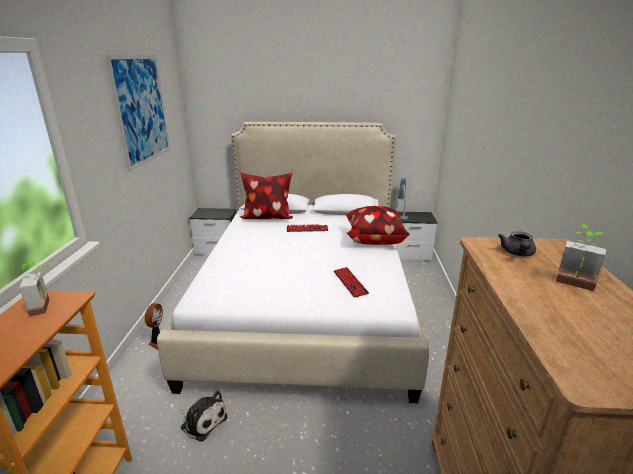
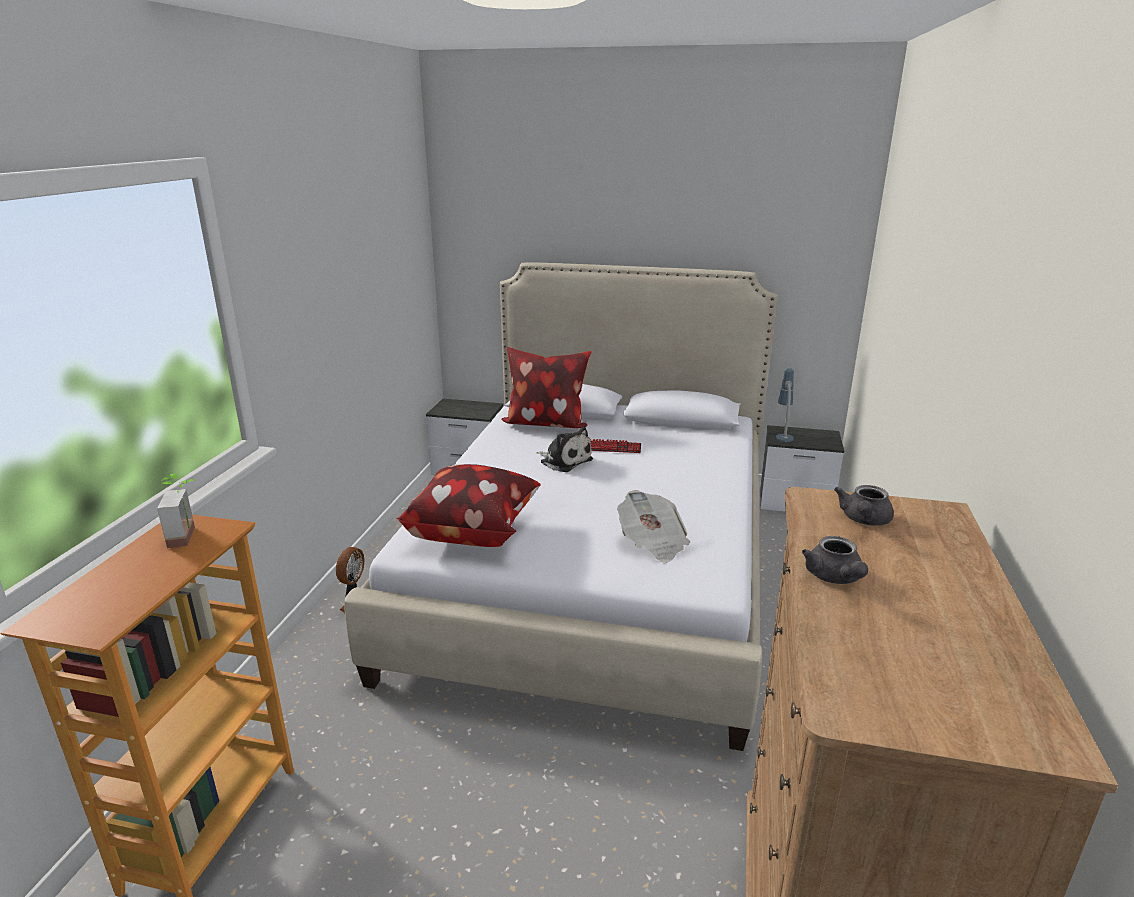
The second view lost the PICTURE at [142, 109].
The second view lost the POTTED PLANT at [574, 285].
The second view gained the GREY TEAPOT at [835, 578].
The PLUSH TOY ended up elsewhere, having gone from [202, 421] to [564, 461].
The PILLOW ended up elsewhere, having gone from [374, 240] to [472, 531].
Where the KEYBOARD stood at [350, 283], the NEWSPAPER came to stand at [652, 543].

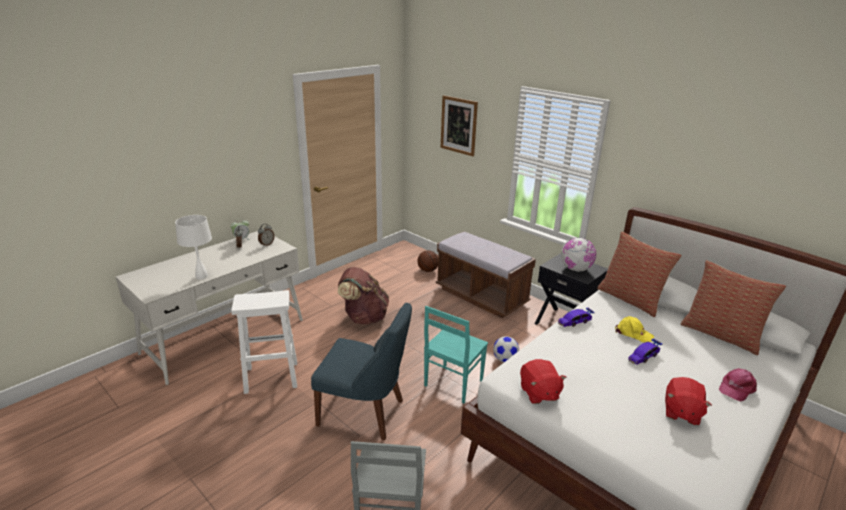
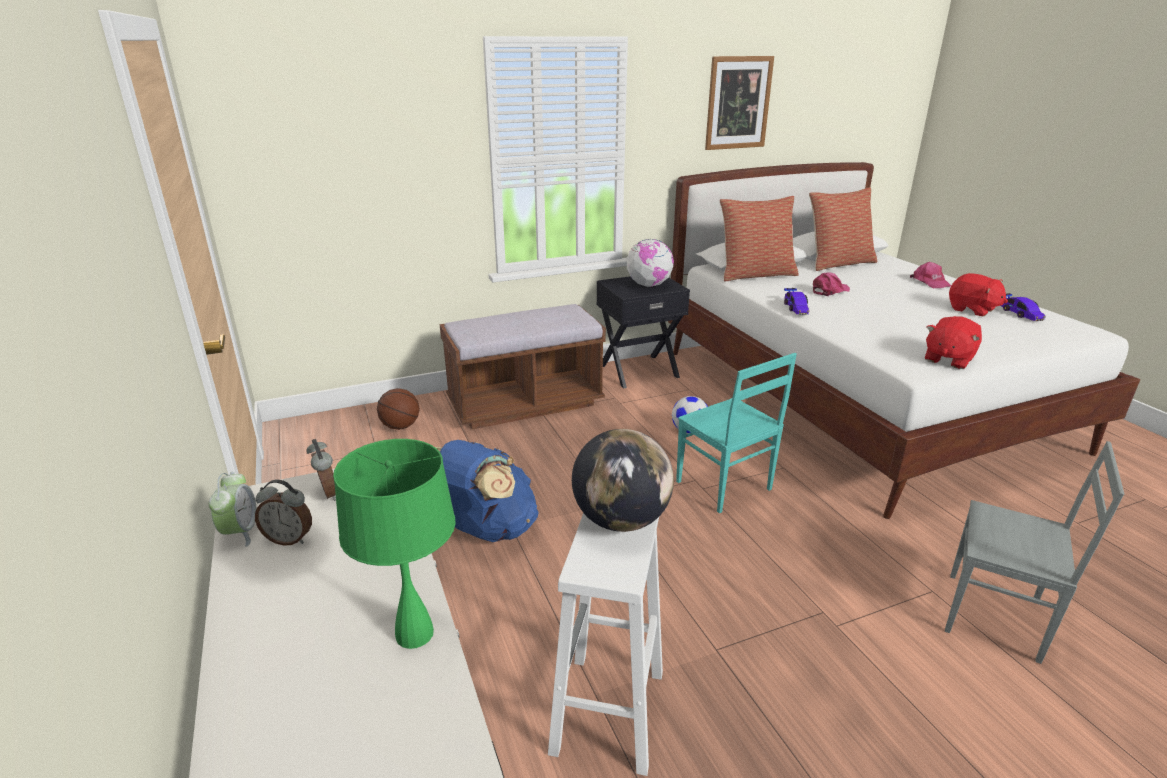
The second view lost the BLUE CHAIR at [365, 413].
The second view gained the GLOBE at [621, 520].
The PICTURE ended up elsewhere, having gone from [458, 125] to [738, 103].
The TOY CAR ended up elsewhere, having gone from [643, 356] to [1020, 314].
What was the WHITE TABLE LAMP at [201, 276] turned into the GREEN TABLE LAMP at [413, 634].
What was the BROWN BACKPACK at [364, 317] turned into the BLUE BACKPACK at [485, 530].
What was the YELLOW CAP at [633, 333] turned into the PINK CAP at [829, 291].
The RED PLUSH TOY at [539, 393] ended up facing another way, 120 degrees clockwise from before.

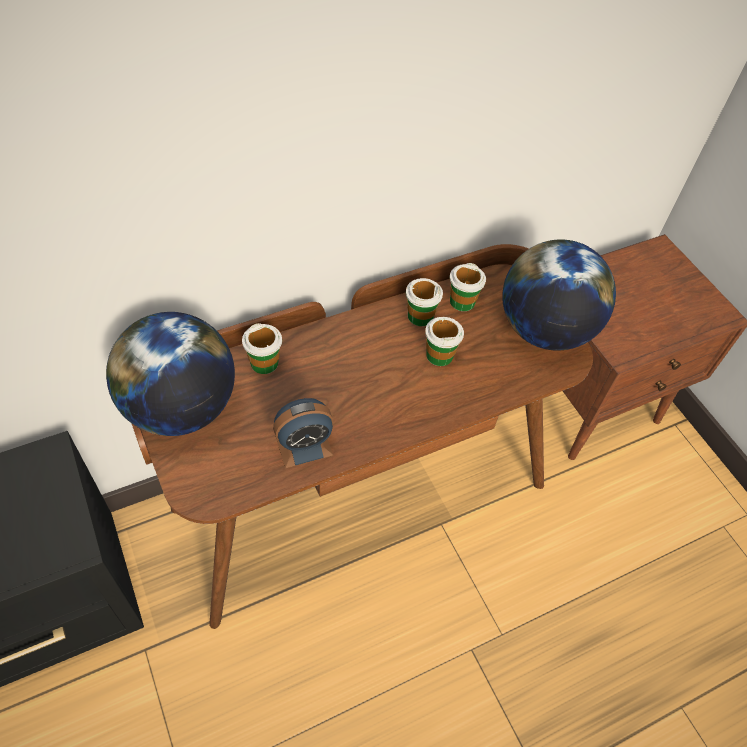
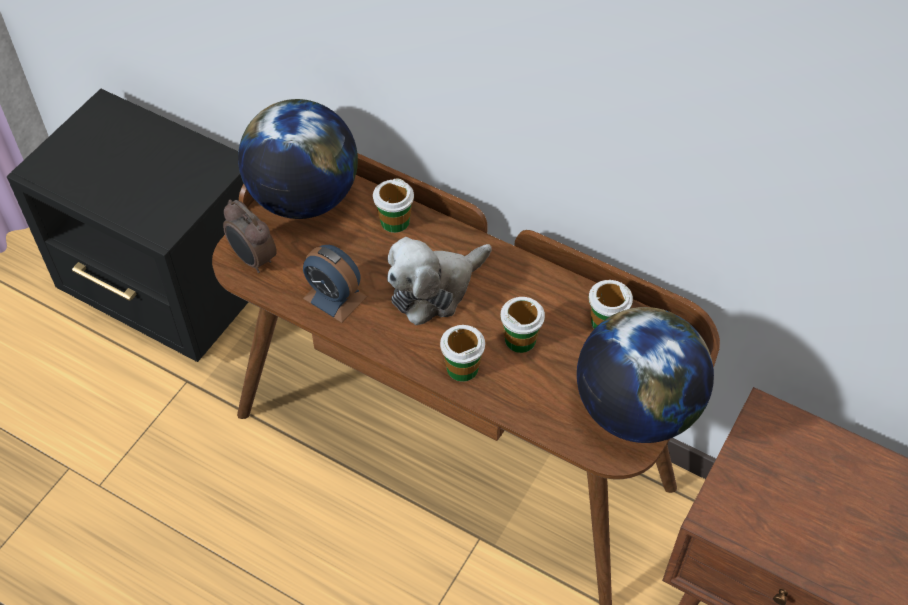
The second view gained the ALARM CLOCK at [253, 259].
The second view gained the PLUSH TOY at [435, 289].
The CUP ended up elsewhere, having gone from [420, 316] to [462, 368].

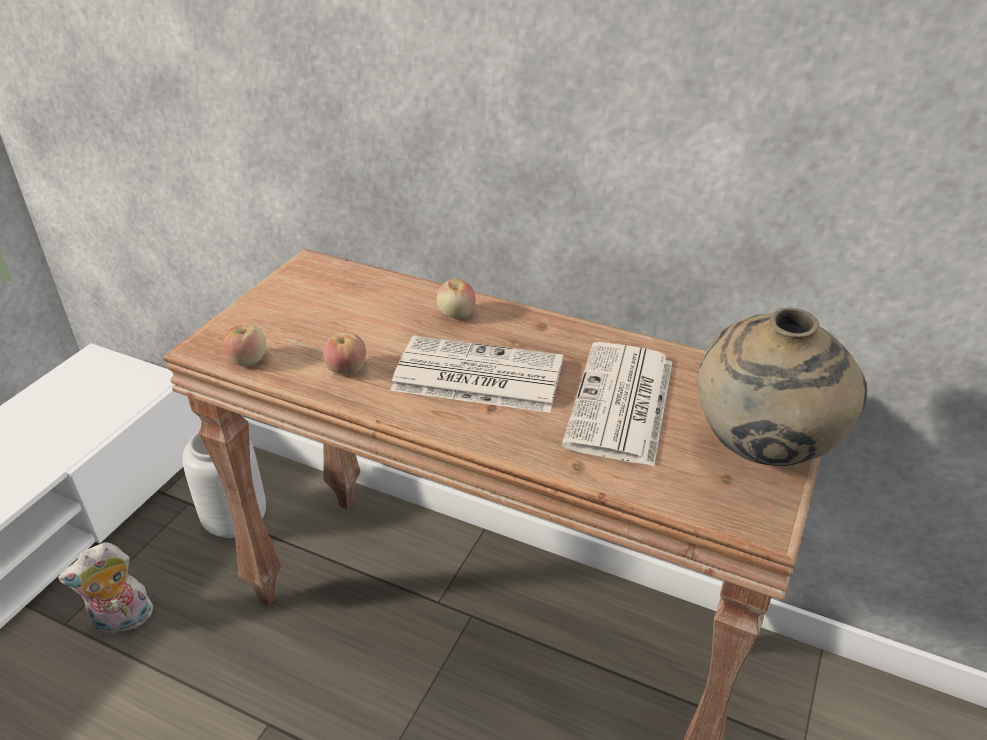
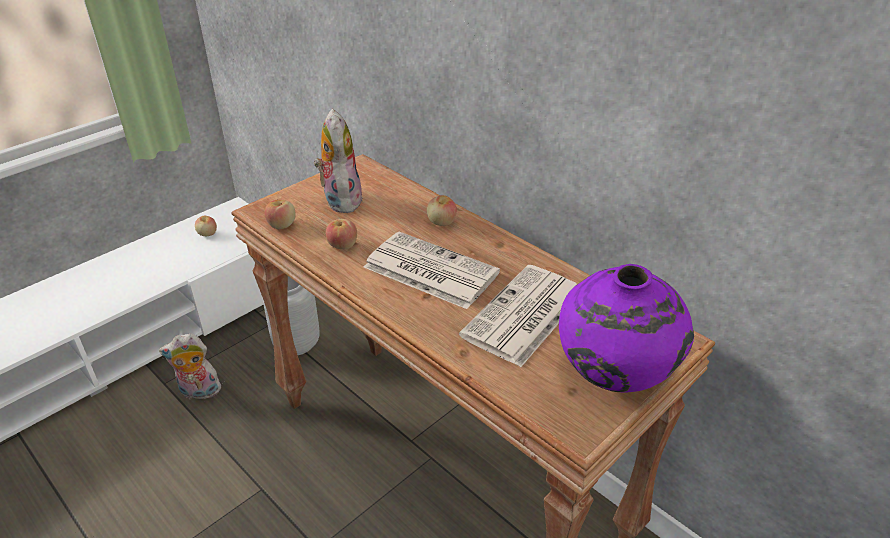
The second view gained the APPLE at [207, 234].
The second view gained the PLUSH TOY at [340, 200].
What was the BEIGE VASE at [762, 452] turned into the PURPLE VASE at [614, 378].

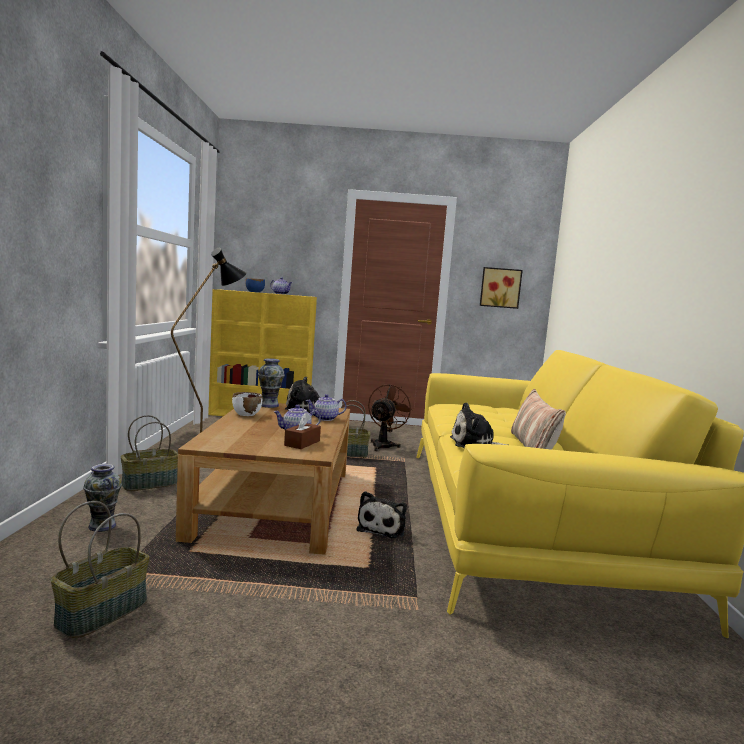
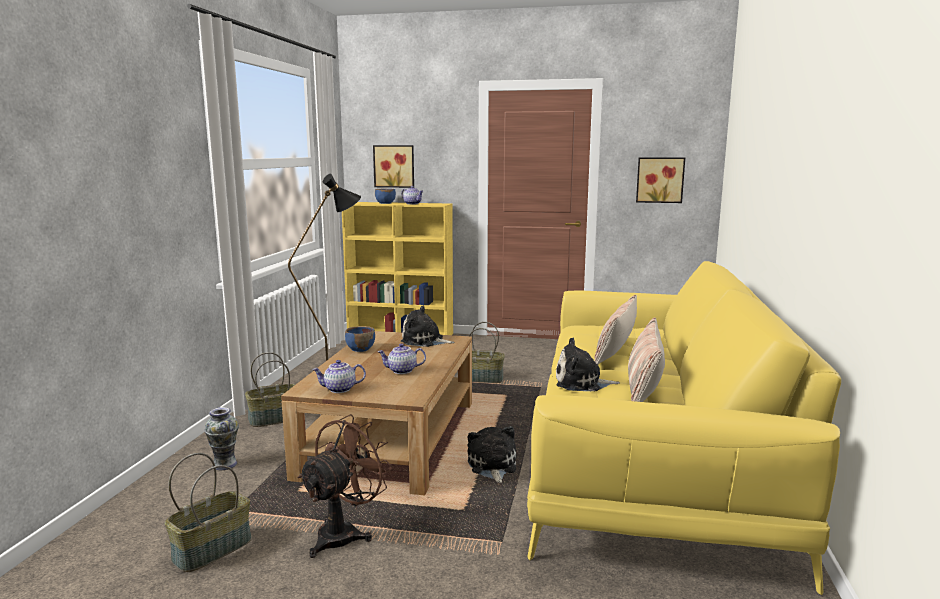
The second view lost the VASE at [269, 405].
The second view lost the BROWN TISSUE BOX at [302, 443].
The second view gained the PICTURE at [394, 166].
The second view gained the PILLOW at [616, 350].
The TEAPOT ended up elsewhere, having gone from [325, 419] to [339, 389].
The BROWN FAN ended up elsewhere, having gone from [384, 445] to [344, 533].
What was the WHITE BOWL at [246, 414] turned into the BLUE BOWL at [360, 349].
The PLUSH TOY at [383, 528] ended up facing another way, 150 degrees clockwise from before.

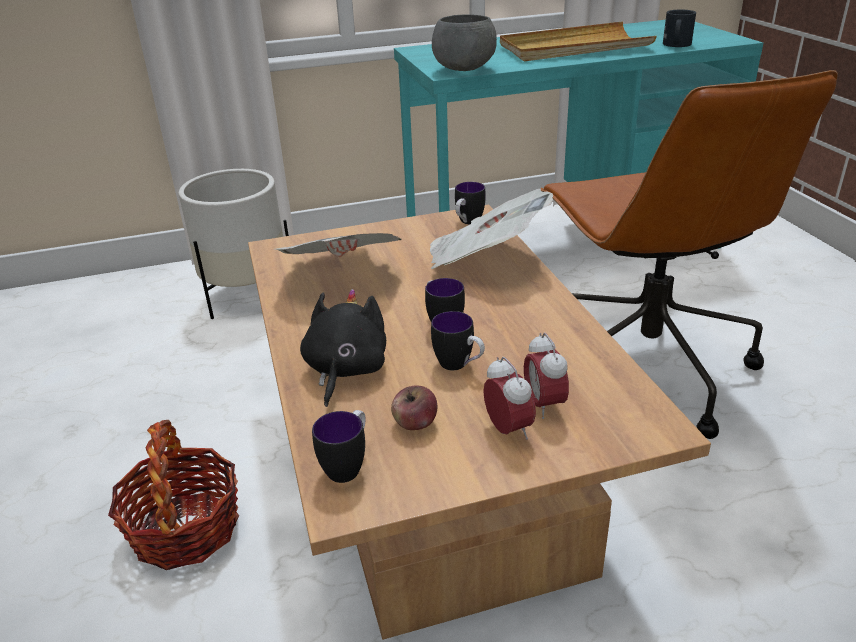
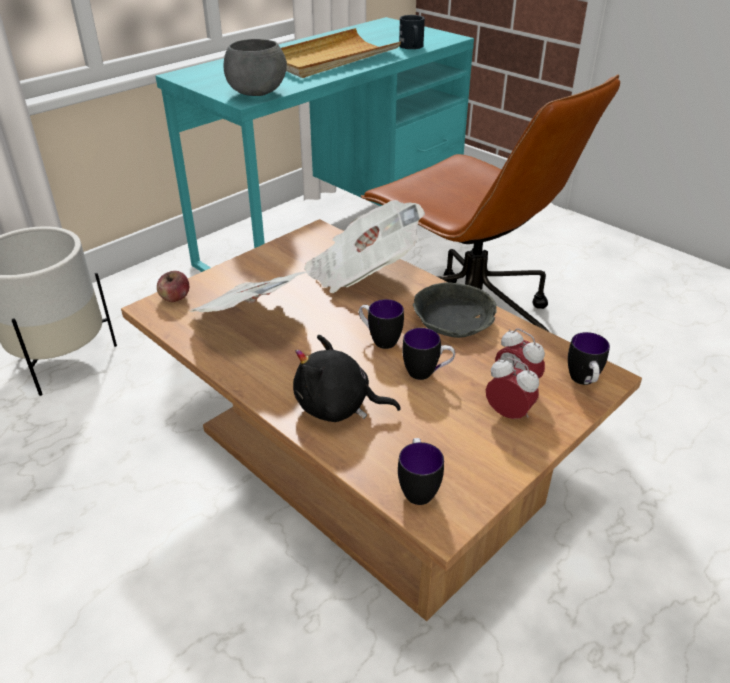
The second view lost the BASKET at [185, 528].
The second view gained the GREY BOWL at [453, 320].
The APPLE ended up elsewhere, having gone from [415, 424] to [175, 298].
The MUG ended up elsewhere, having gone from [467, 223] to [583, 382].
The BLACK PLUSH TOY at [345, 370] ended up facing another way, 60 degrees counterclockwise from before.

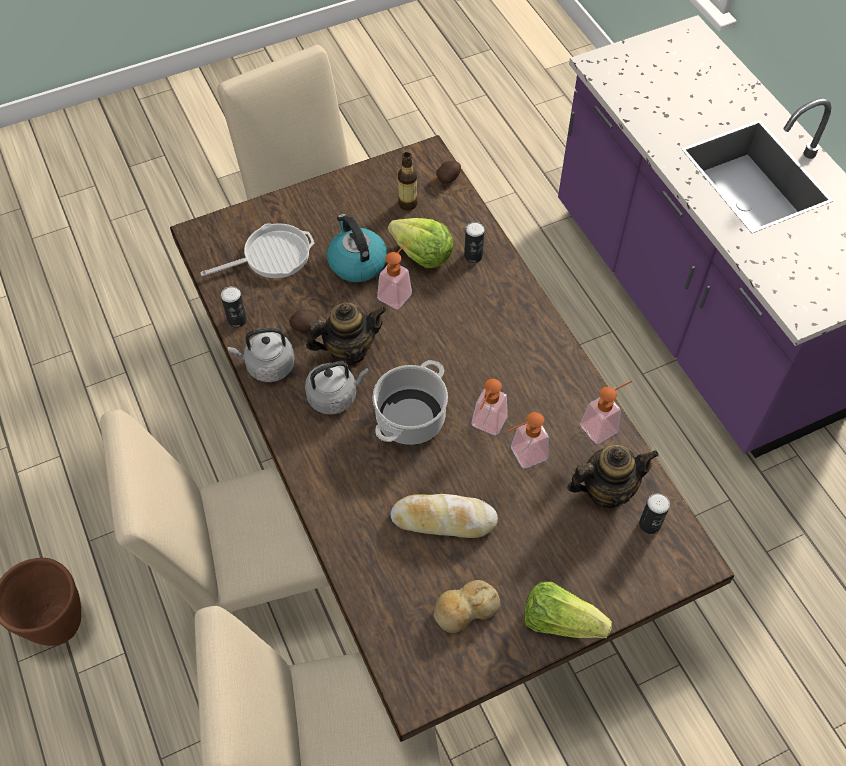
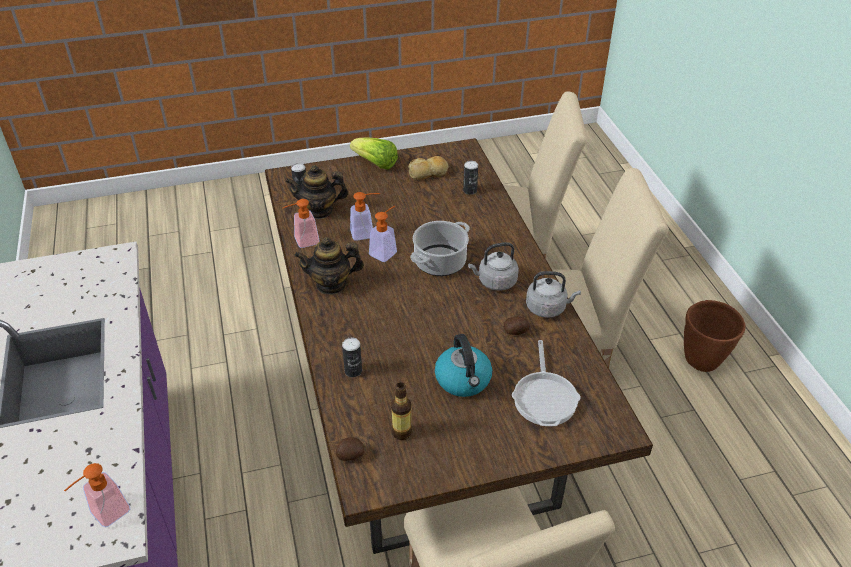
The second view lost the LETTUCE at [422, 254].
The second view lost the BREAD at [443, 520].
The CAN ended up elsewhere, having gone from [237, 320] to [470, 190].
The TEAPOT ended up elsewhere, having gone from [348, 350] to [331, 284].
The SOAP DISPENSER ended up elsewhere, having gone from [398, 292] to [104, 515].
The FRYING PAN at [272, 256] ended up facing another way, 75 degrees counterclockwise from before.

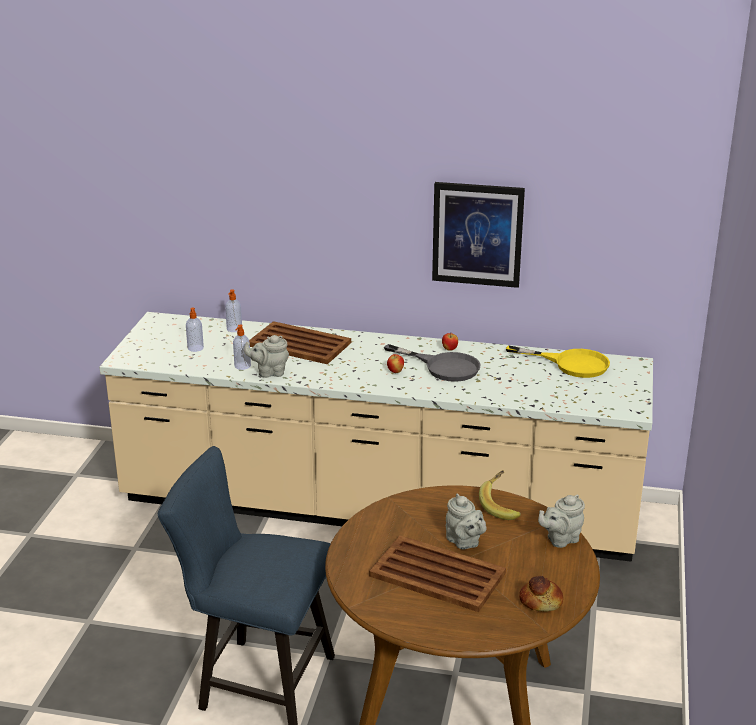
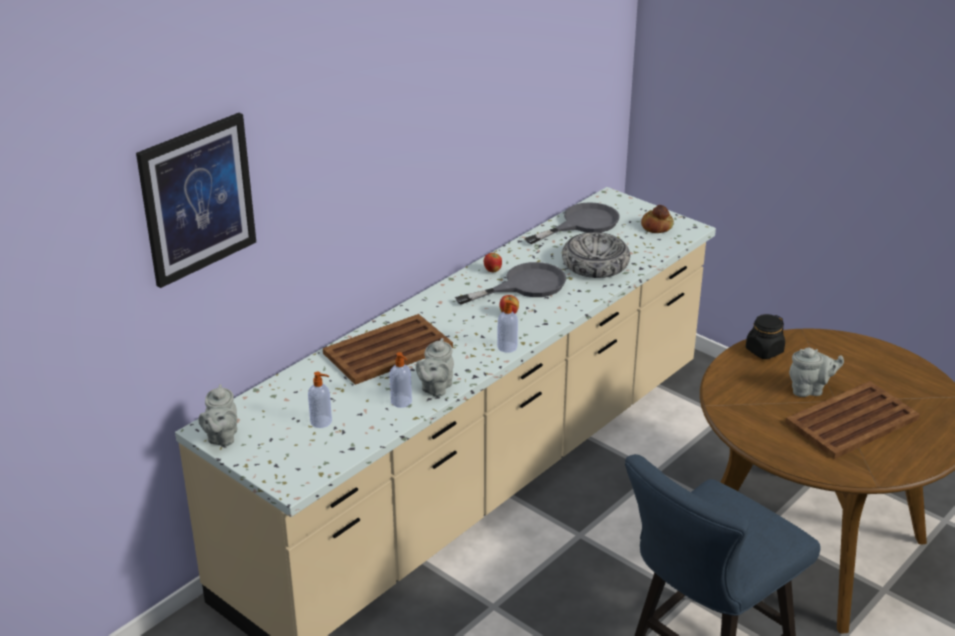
The second view gained the BOWL at [595, 264].
The SOAP DISPENSER ended up elsewhere, having gone from [234, 329] to [507, 347].
The PICTURE ended up elsewhere, having gone from [477, 234] to [197, 199].
The BREAD ended up elsewhere, having gone from [541, 601] to [656, 226].
The GREY TEAPOT ended up elsewhere, having gone from [560, 539] to [221, 438].
Where the BANANA stood at [502, 506], the BLACK JAR came to stand at [764, 351].
What was the YELLOW FRYING PAN at [571, 364] turned into the GREY FRYING PAN at [582, 224].

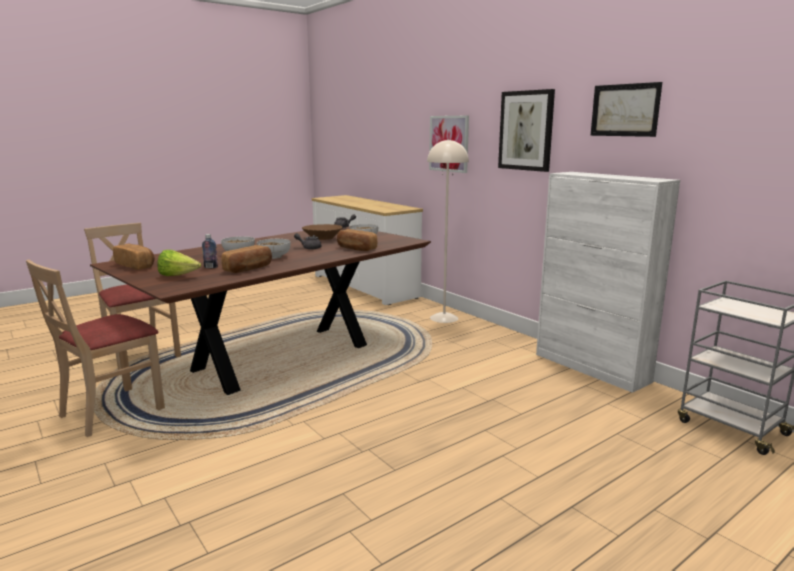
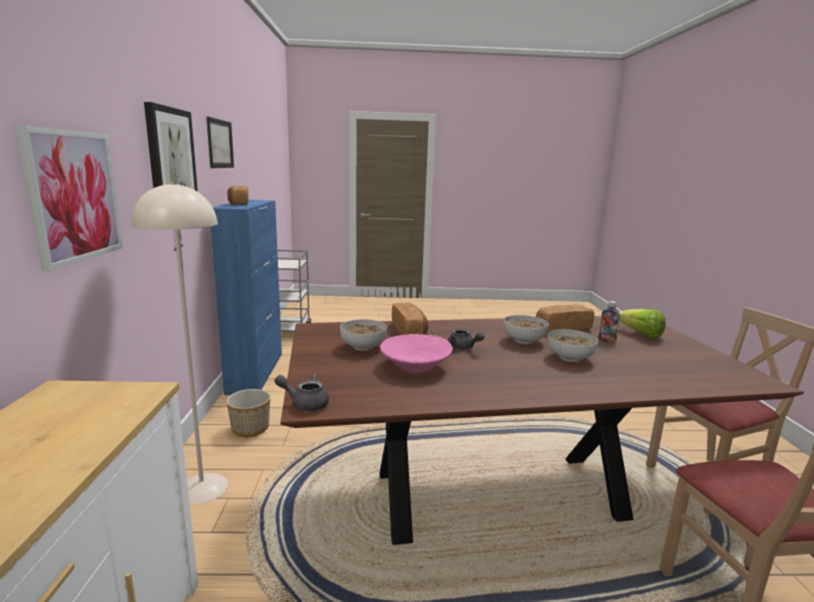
The second view gained the PLANTER at [250, 428].
The BREAD ended up elsewhere, having gone from [136, 265] to [238, 204].
What was the BROWN BOWL at [322, 239] turned into the PINK BOWL at [415, 366].
What was the WHITE CABINET at [591, 368] turned into the BLUE CABINET at [256, 372].

